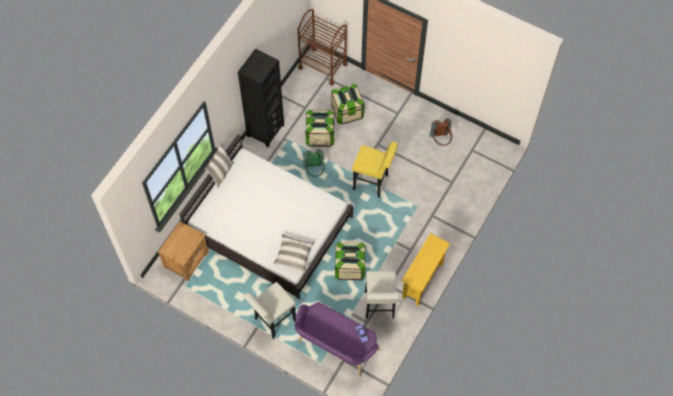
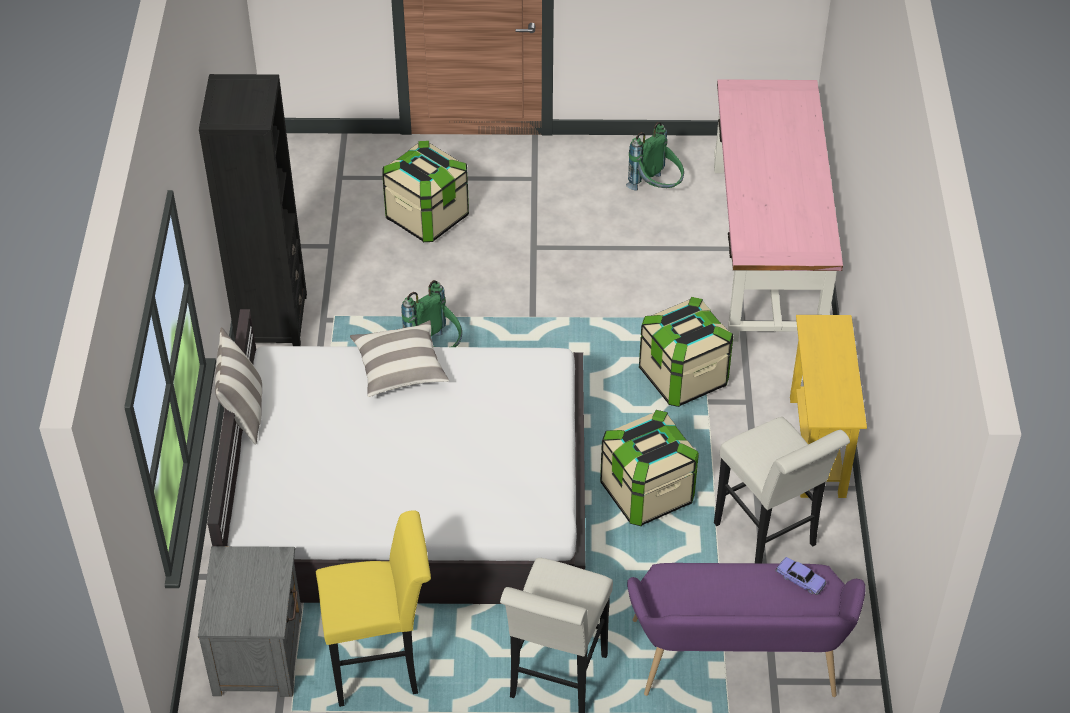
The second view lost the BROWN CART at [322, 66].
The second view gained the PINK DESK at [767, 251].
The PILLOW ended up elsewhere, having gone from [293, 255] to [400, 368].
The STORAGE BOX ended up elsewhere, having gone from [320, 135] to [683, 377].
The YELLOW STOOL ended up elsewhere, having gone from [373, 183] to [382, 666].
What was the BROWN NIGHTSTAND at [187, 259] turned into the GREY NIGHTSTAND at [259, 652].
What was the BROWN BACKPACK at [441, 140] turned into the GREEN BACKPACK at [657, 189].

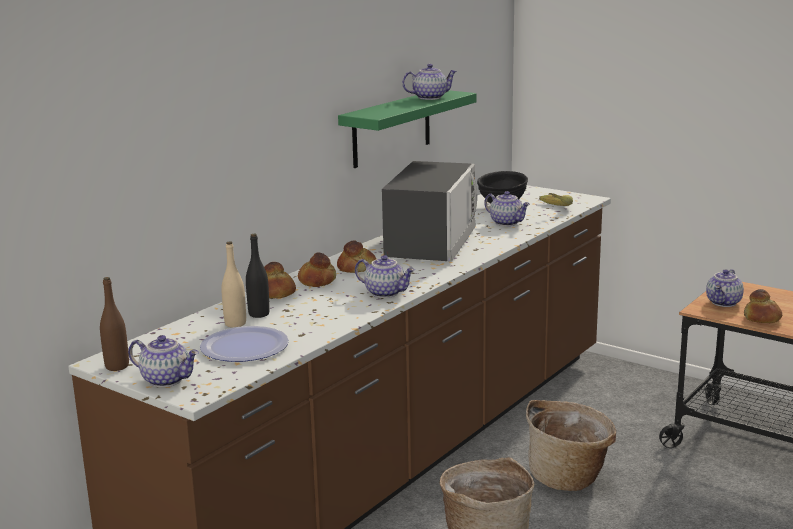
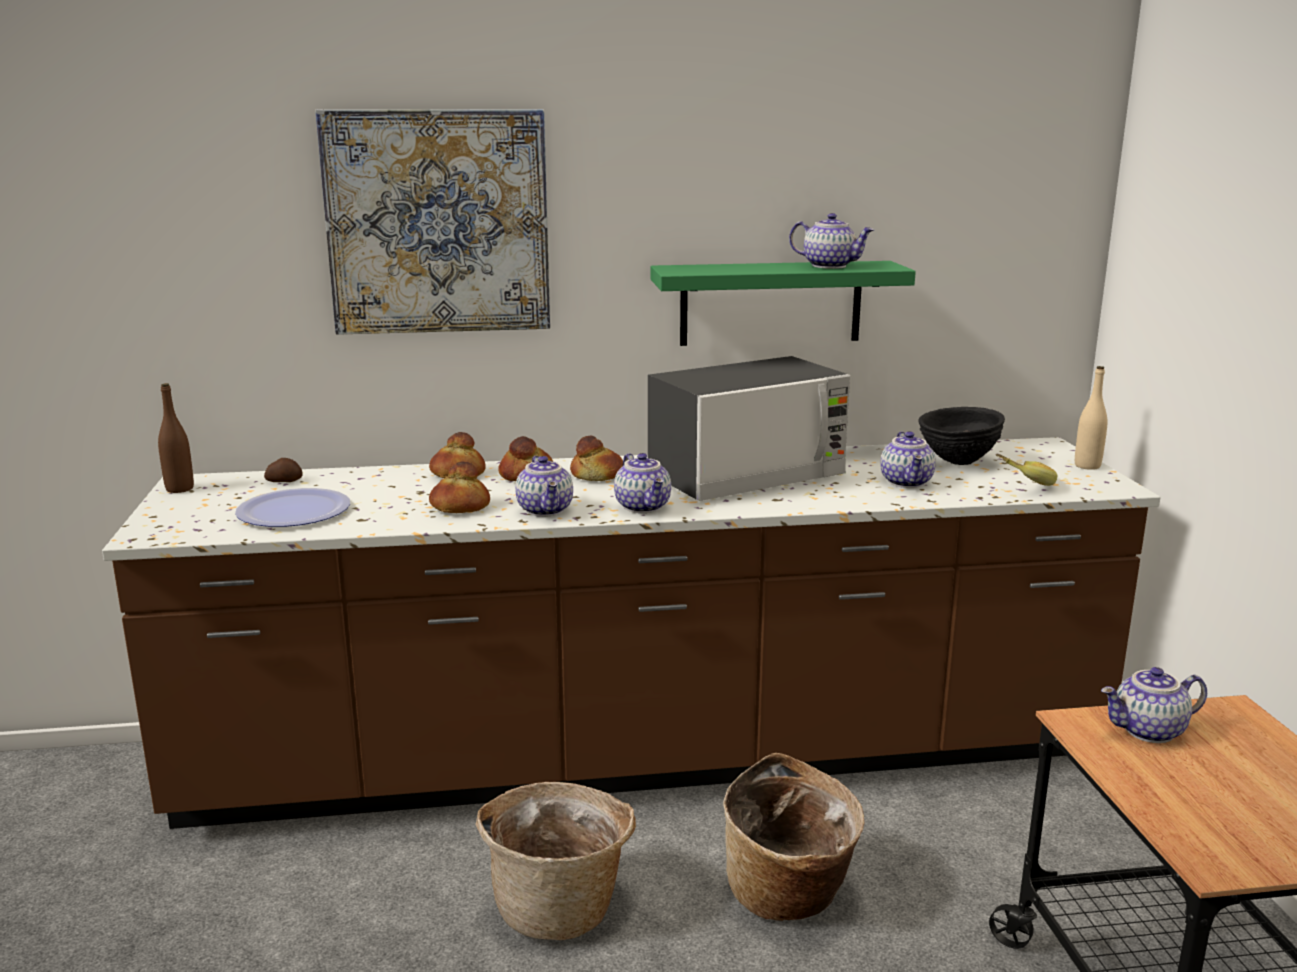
The second view lost the BLACK BOTTLE at [259, 314].
The second view gained the POTATO at [284, 481].
The second view gained the PICTURE at [438, 222].
The TEAPOT ended up elsewhere, having gone from [167, 380] to [644, 507].
The BEIGE BOTTLE ended up elsewhere, having gone from [235, 324] to [1087, 466].
The BREAD ended up elsewhere, having gone from [761, 319] to [459, 507].

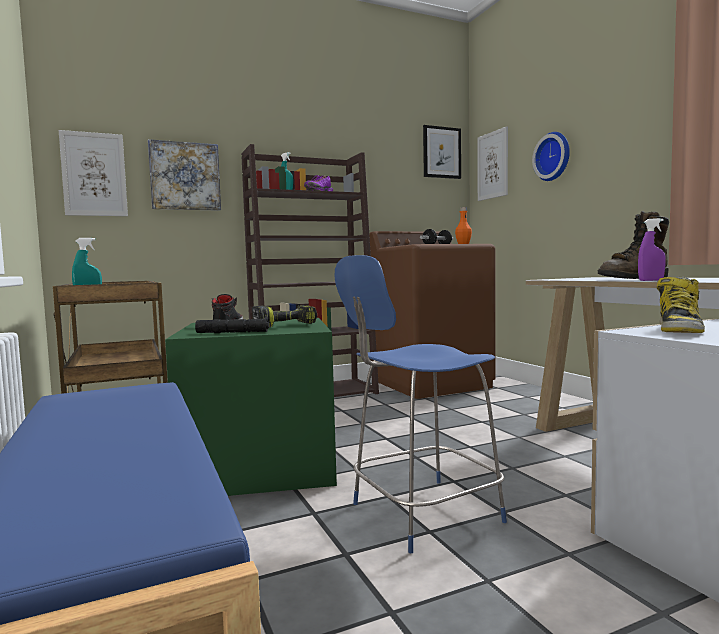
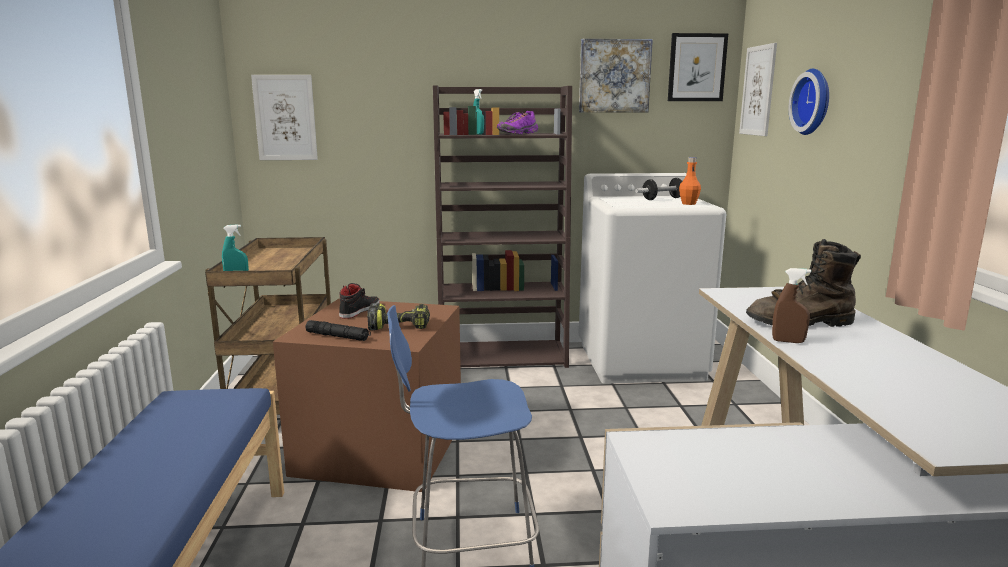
The second view lost the BOOT at [679, 330].
The PICTURE ended up elsewhere, having gone from [185, 176] to [614, 76].
What was the GREEN STORAGE BOX at [257, 464] turned into the BROWN STORAGE BOX at [377, 448].
What was the BROWN WASHING MACHINE at [432, 384] turned into the WHITE WASHING MACHINE at [641, 361].
What was the PURPLE SPRAY BOTTLE at [651, 280] turned into the BROWN SPRAY BOTTLE at [788, 341].

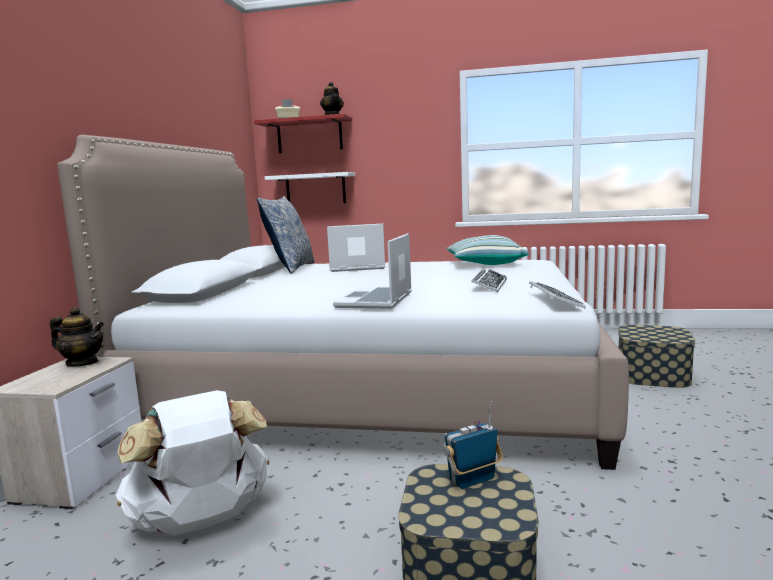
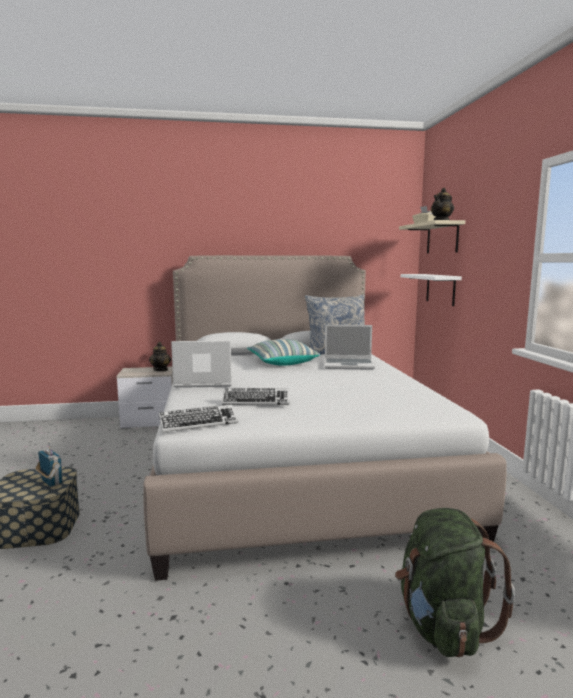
The second view lost the WHITE BACKPACK at [202, 522].
The PILLOW ended up elsewhere, having gone from [484, 264] to [282, 362].
Where the STORAGE BOX stood at [653, 375], the GREEN BACKPACK came to stand at [443, 625].
What was the RED SHELF at [309, 135] turned into the BEIGE SHELF at [442, 238].
The LAPTOP at [355, 267] ended up facing another way, 120 degrees clockwise from before.

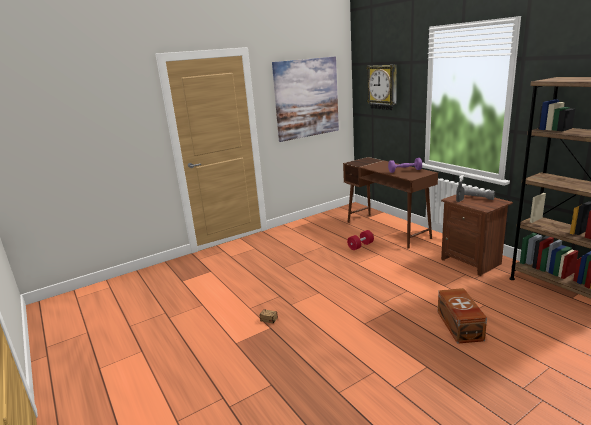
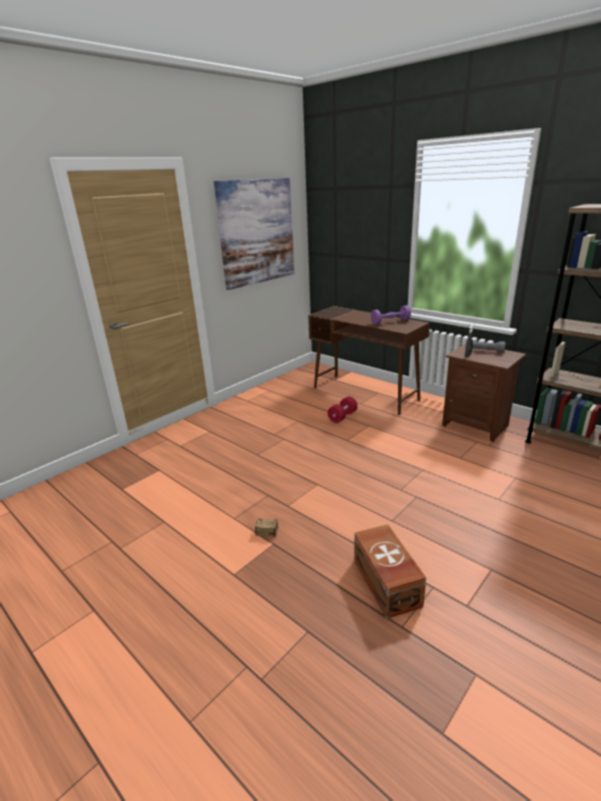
The second view lost the WALL CLOCK at [383, 87].
The BROWN STORAGE BOX ended up elsewhere, having gone from [459, 326] to [386, 583].

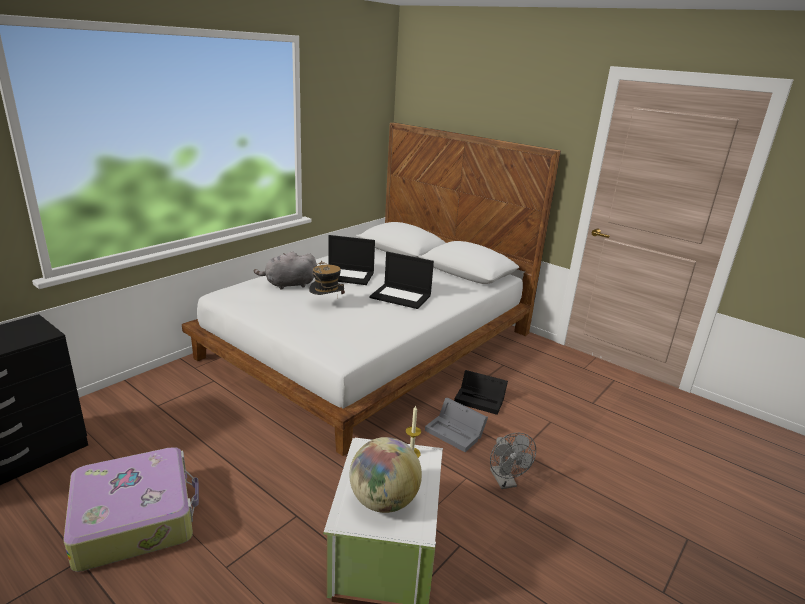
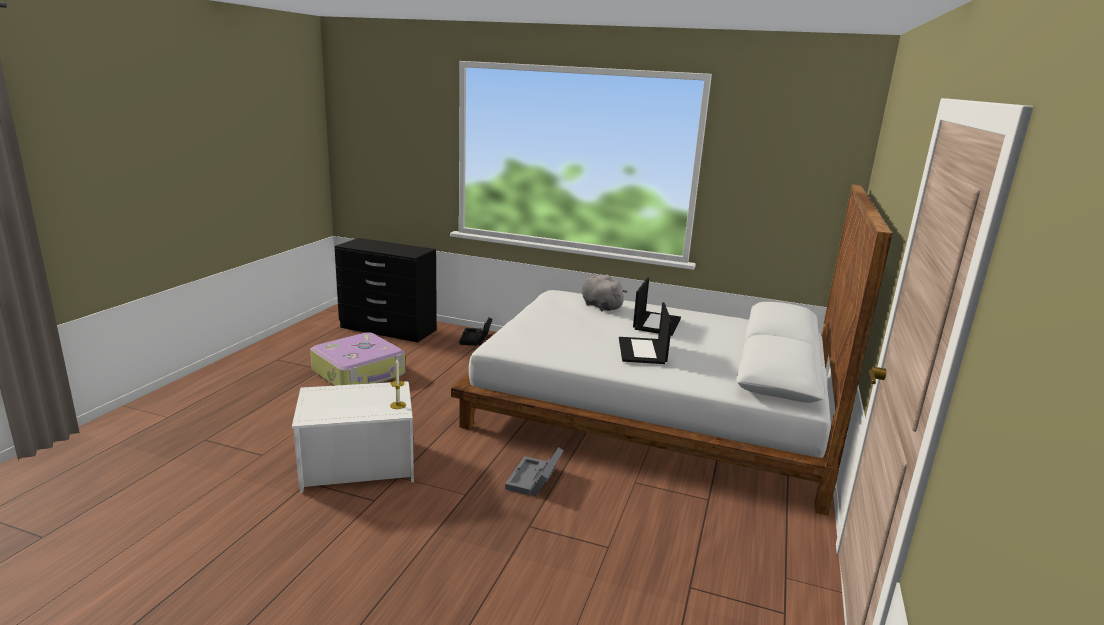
The second view lost the HAT at [326, 305].
The second view lost the GLOBE at [383, 501].
The second view lost the GREY FAN at [505, 482].
The BLACK STORAGE BOX ended up elsewhere, having gone from [481, 399] to [476, 339].
The LAPTOP at [347, 275] ended up facing another way, 150 degrees counterclockwise from before.

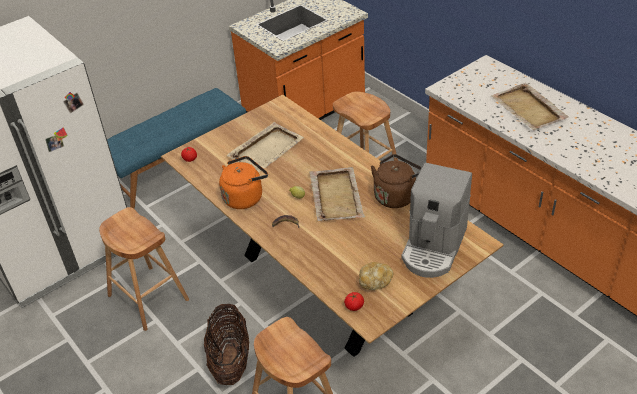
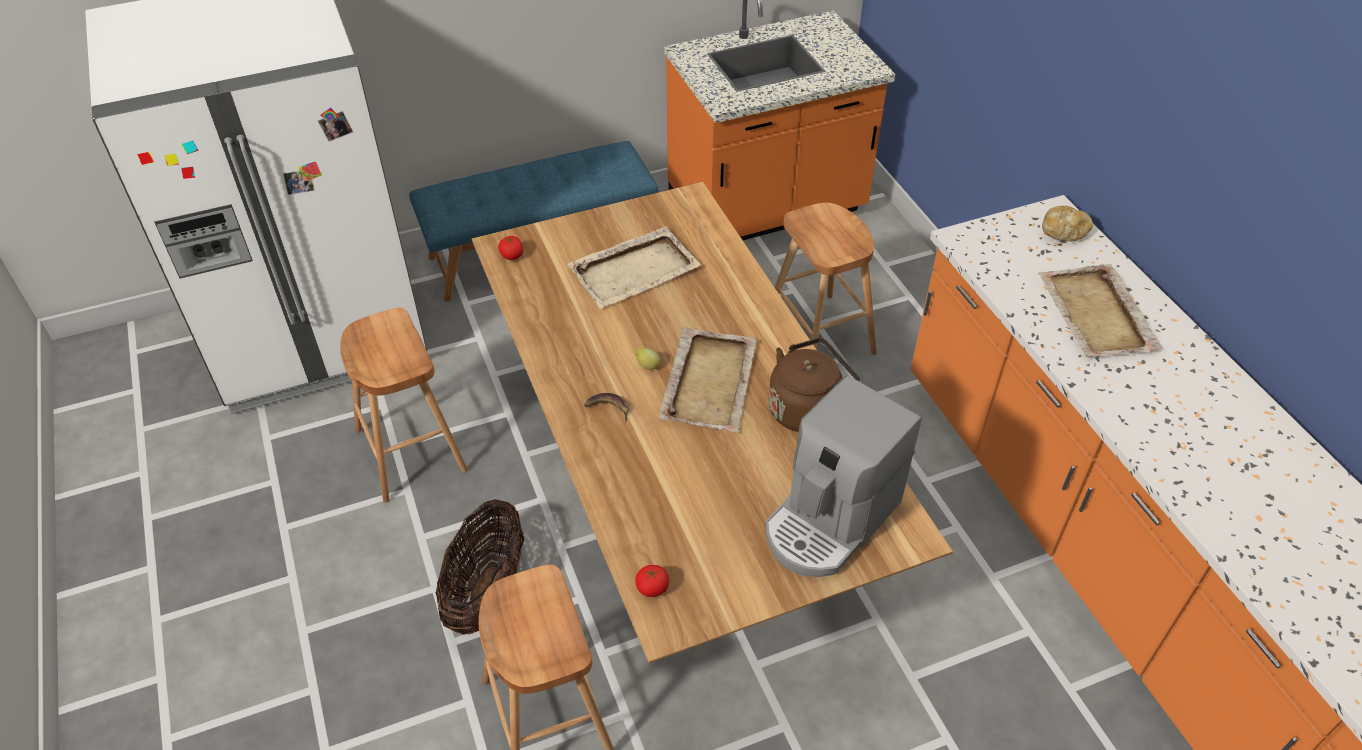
The second view lost the ORANGE KETTLE at [245, 197].
The BREAD ended up elsewhere, having gone from [375, 281] to [1063, 233].

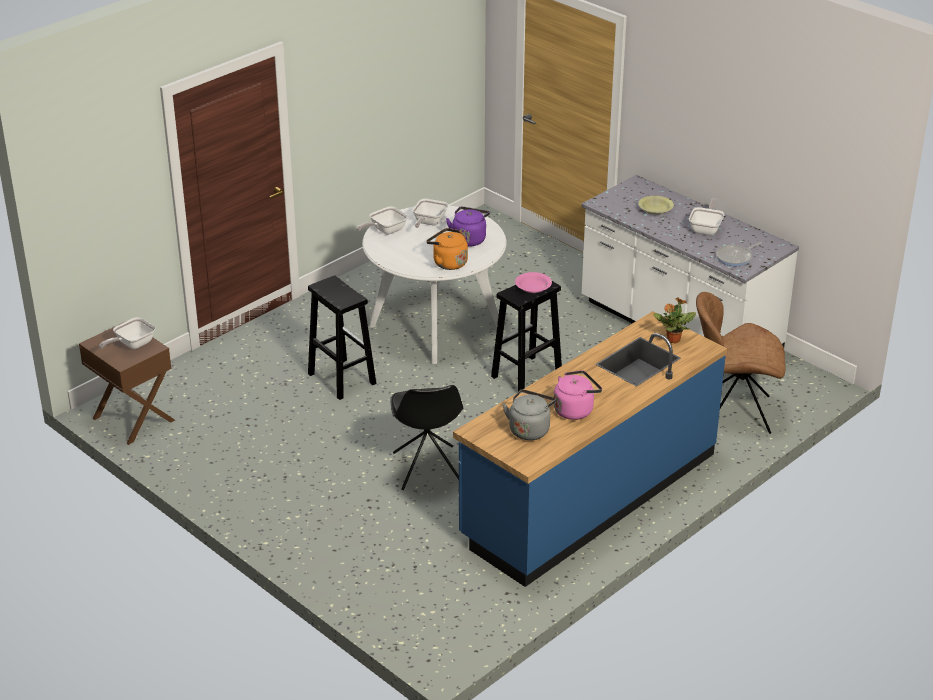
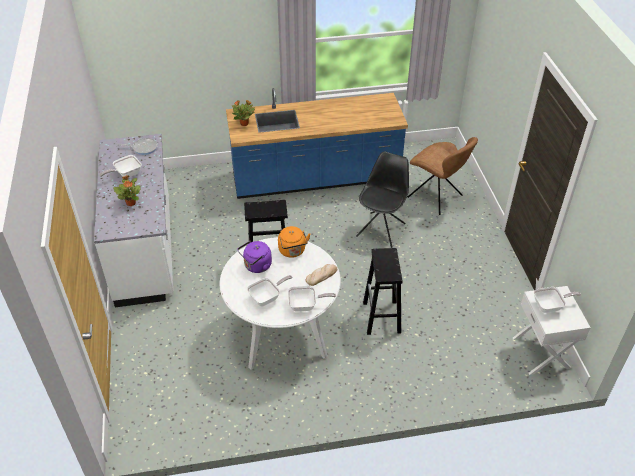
The second view lost the GREY KETTLE at [529, 429].
The second view lost the PINK BOWL at [533, 287].
The second view lost the PINK KETTLE at [575, 410].
The second view gained the BREAD at [321, 275].
The BROWN CHAIR ended up elsewhere, having gone from [734, 412] to [436, 197].
Where the YELLOW BOWL stood at [655, 210], the POTTED PLANT came to stand at [131, 203].
What was the BROWN NIGHTSTAND at [133, 419] turned into the WHITE NIGHTSTAND at [542, 352].

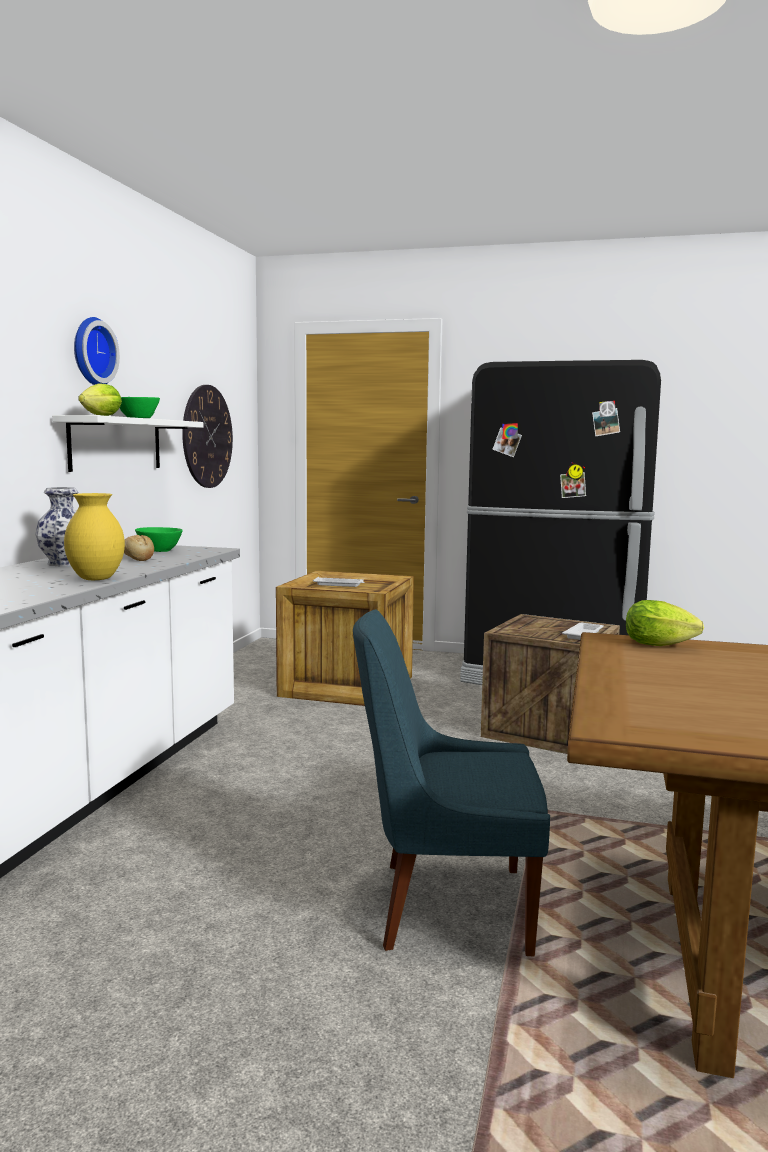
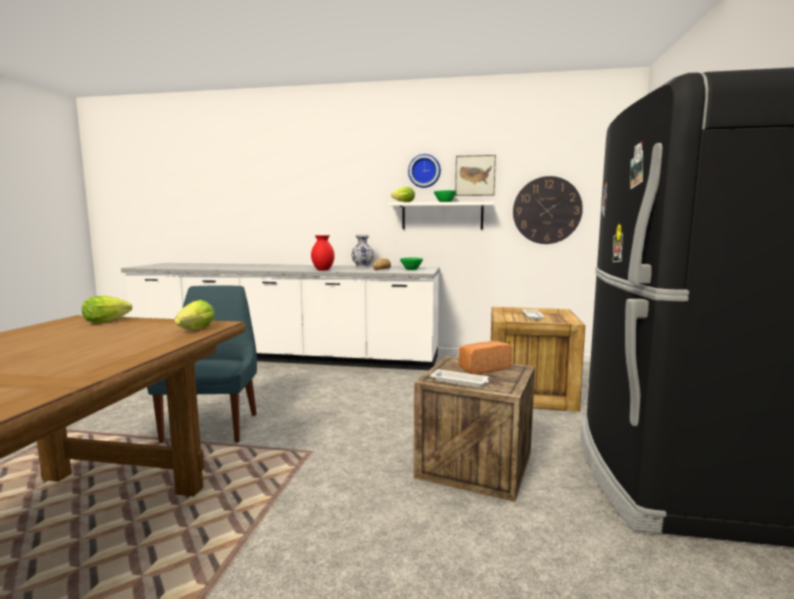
The second view gained the LETTUCE at [109, 321].
The second view gained the PICTURE at [475, 176].
The second view gained the BREAD at [482, 368].
What was the YELLOW VASE at [97, 579] turned into the RED VASE at [323, 270].

